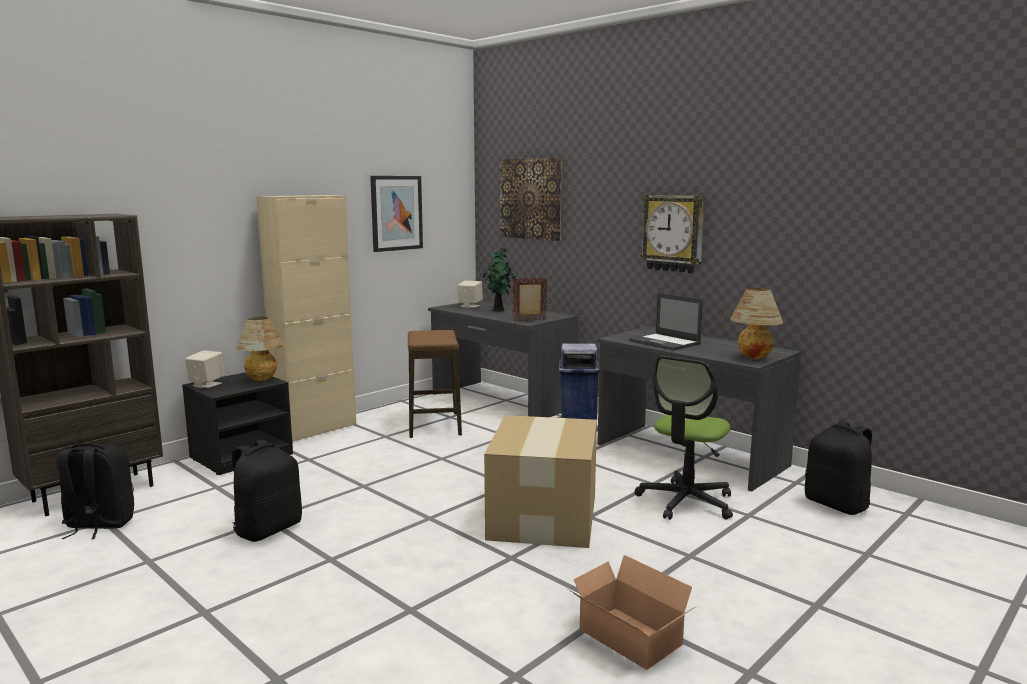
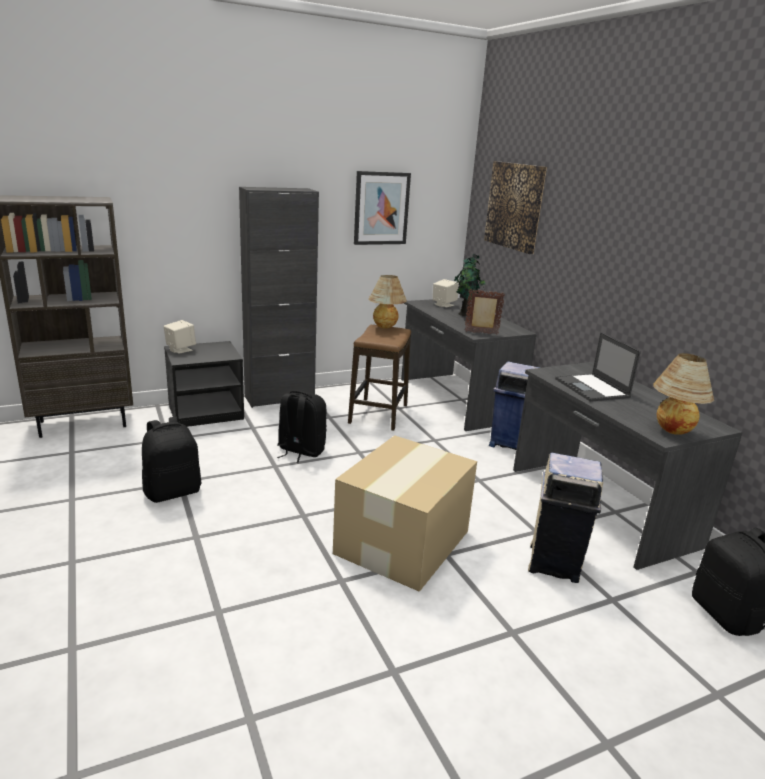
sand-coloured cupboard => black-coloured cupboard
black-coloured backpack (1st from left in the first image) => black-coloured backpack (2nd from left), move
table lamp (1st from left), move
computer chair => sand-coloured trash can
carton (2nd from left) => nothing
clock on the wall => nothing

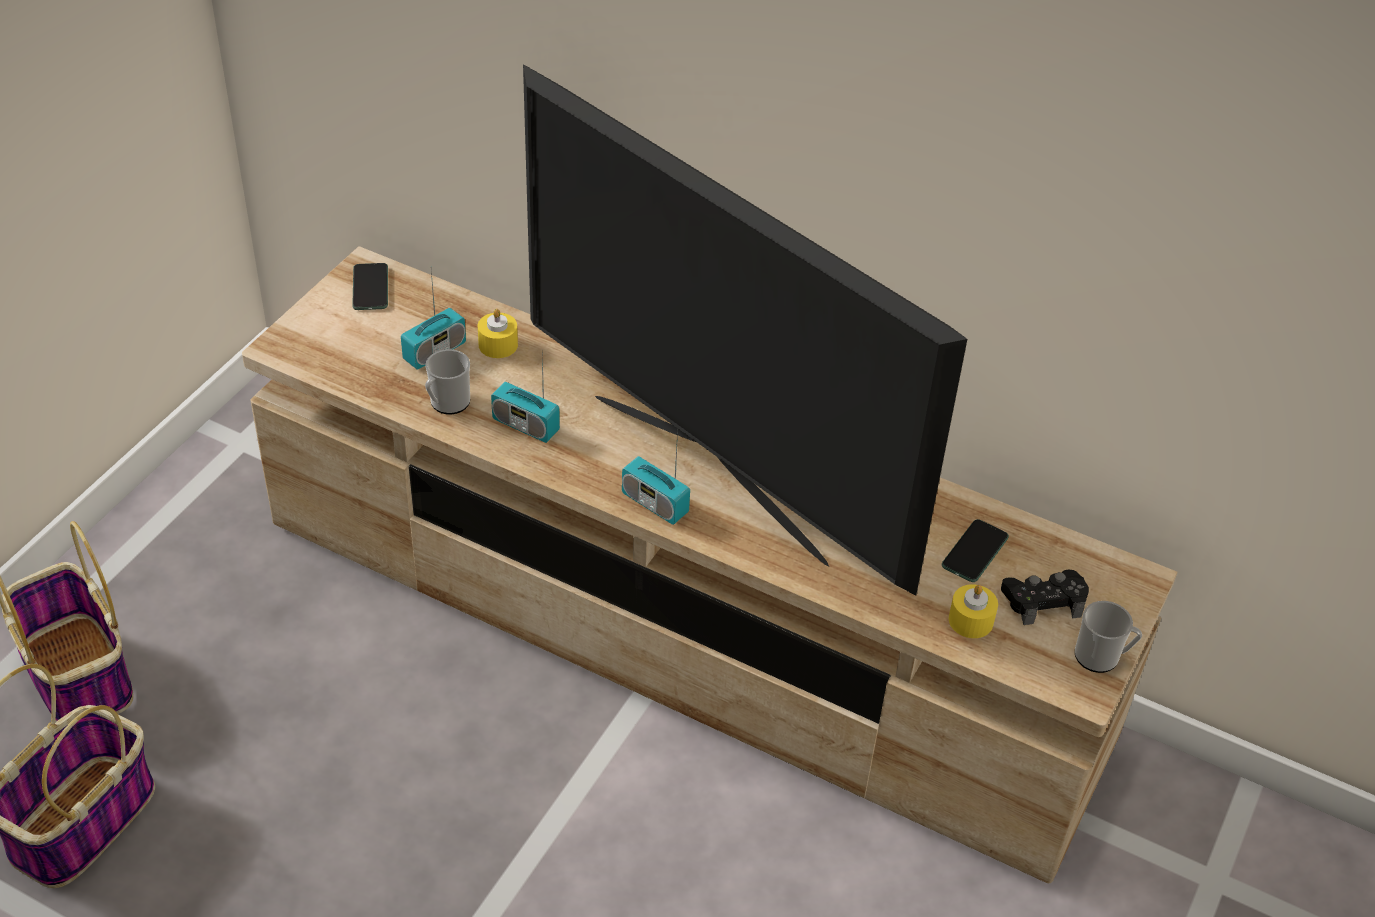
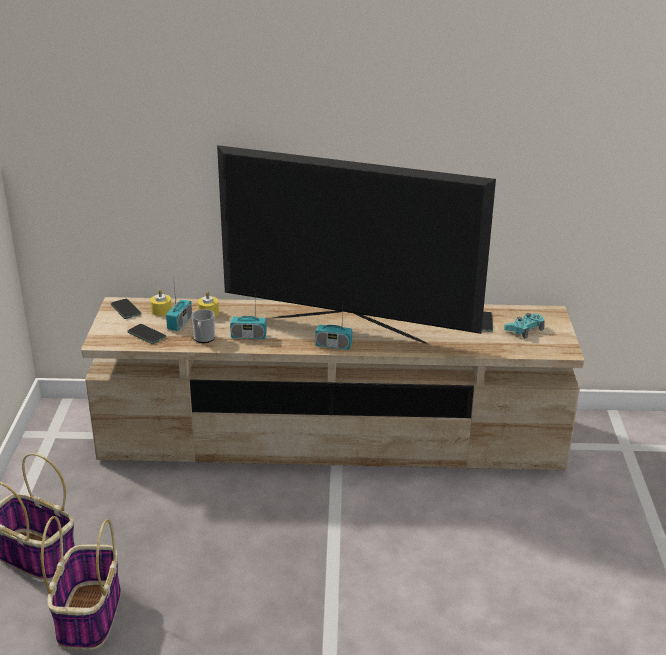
nothing => handset (2nd from left)
yellowish wax light (2nd from left in the first image) => yellowish wax light (1st from left), move
black-coloured joypad => blue-green joypad
coffee mug (2nd from left) => nothing

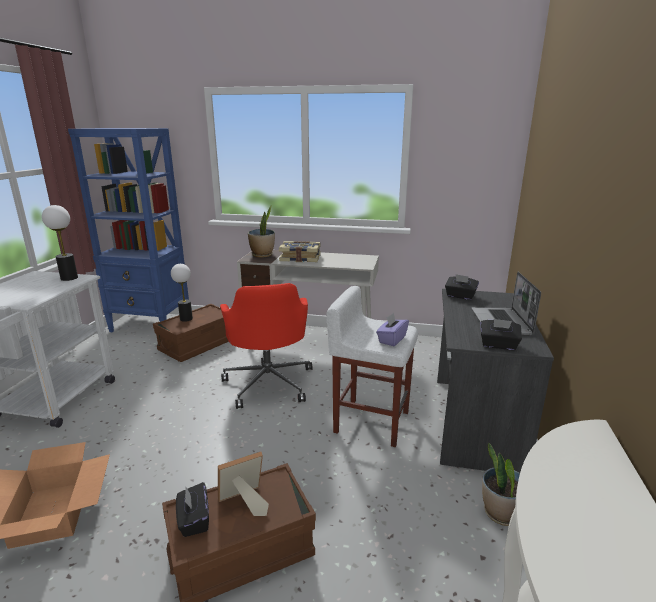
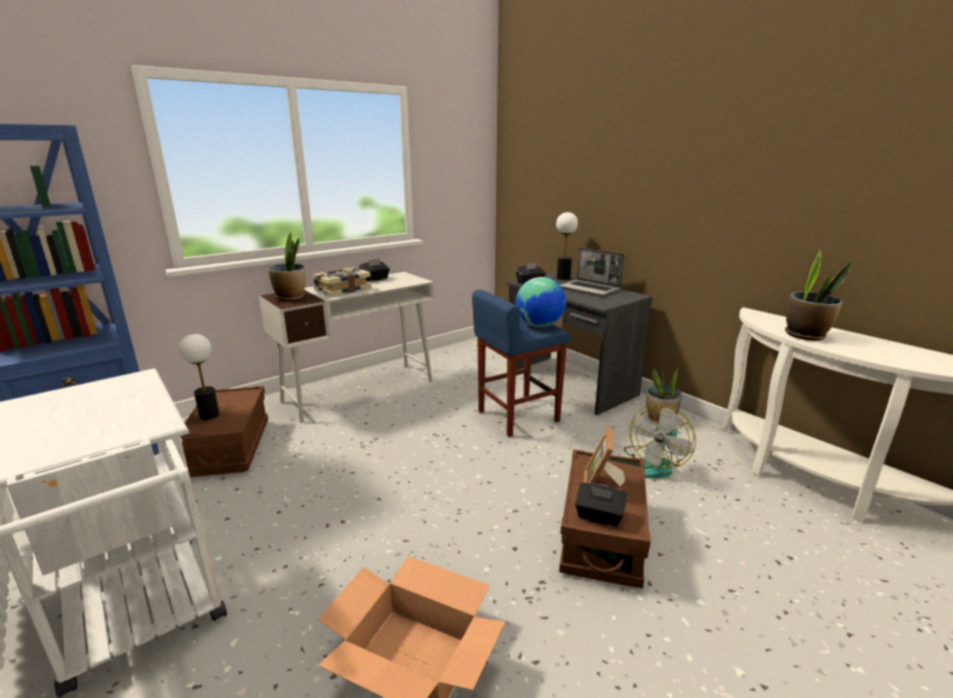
black-coloured tissue box (3rd from left in the first image) => black-coloured tissue box (1st from left), move
white stool seat => blue-coloured stool seat
purple tissue box => desk globe
table lamp (1st from left in the first image) => table lamp (2nd from left), move
nothing => fan
nothing => potted plant (3rd from left)
red-coloured computer chair => nothing

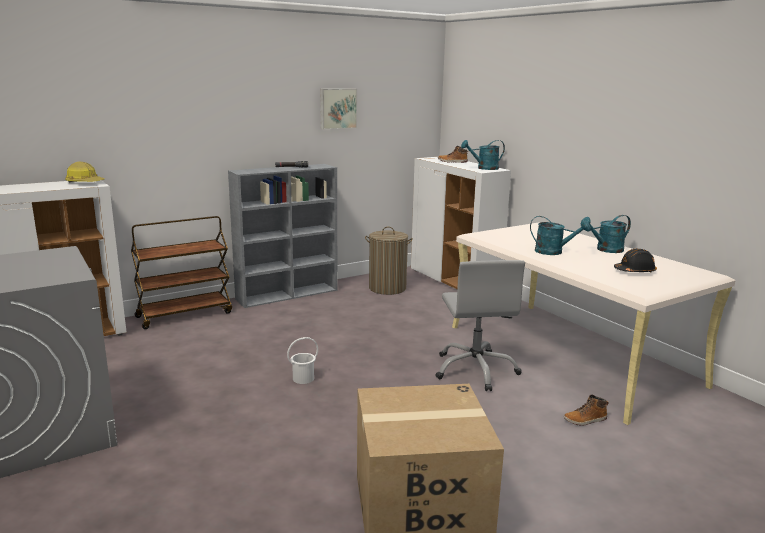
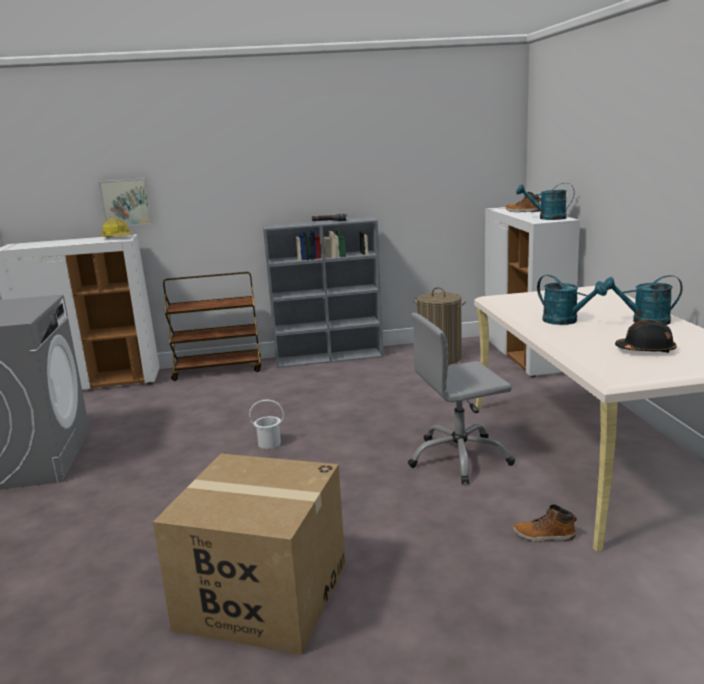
wall art, move
grey computer chair, 60 degrees clockwise

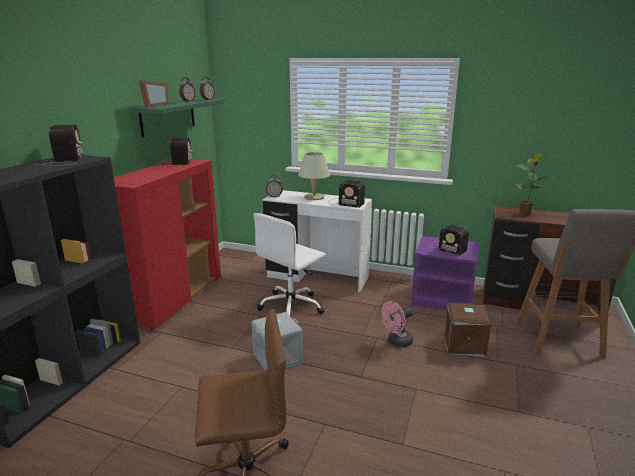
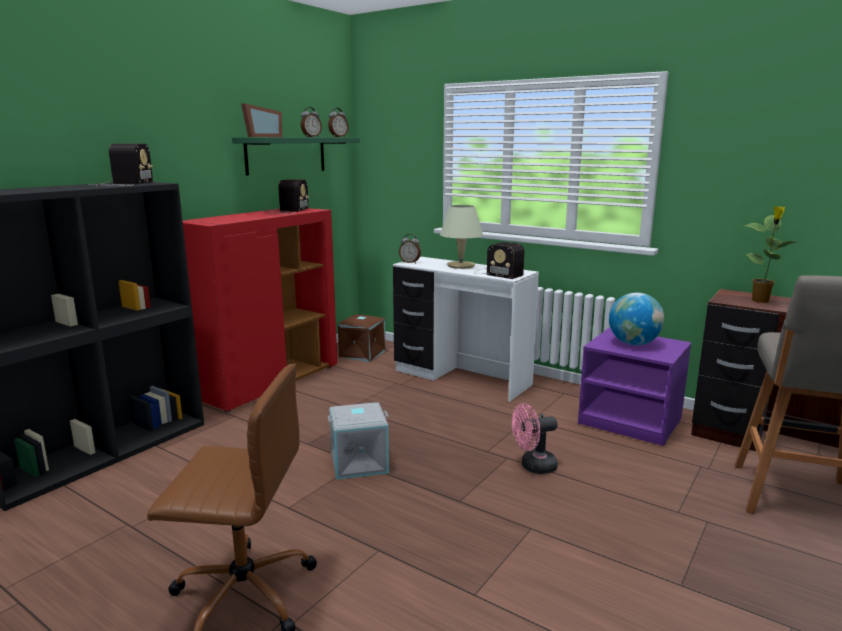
brownish storage box, move
radio set (4th from left) => desk globe
white computer chair => nothing

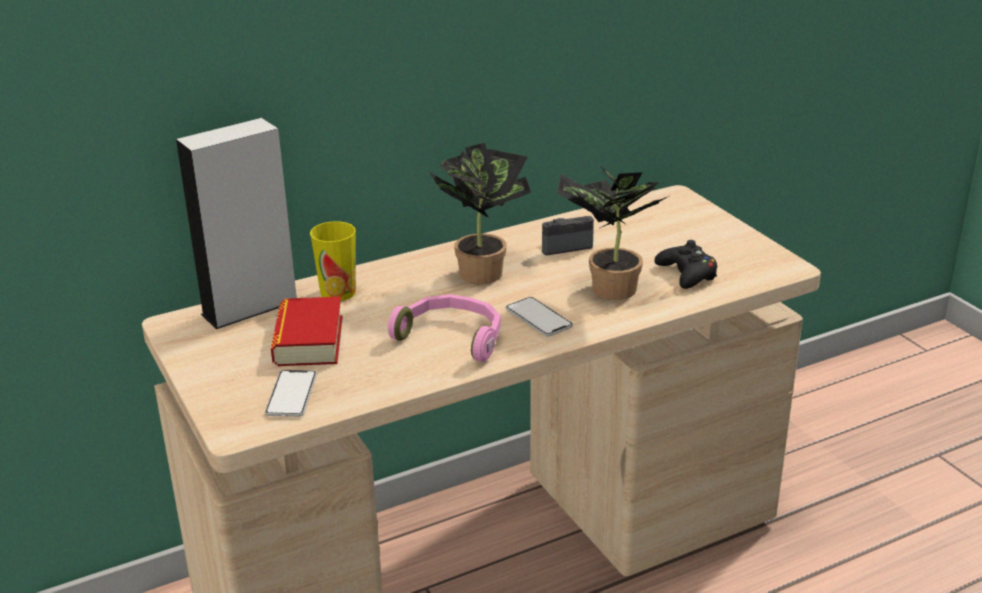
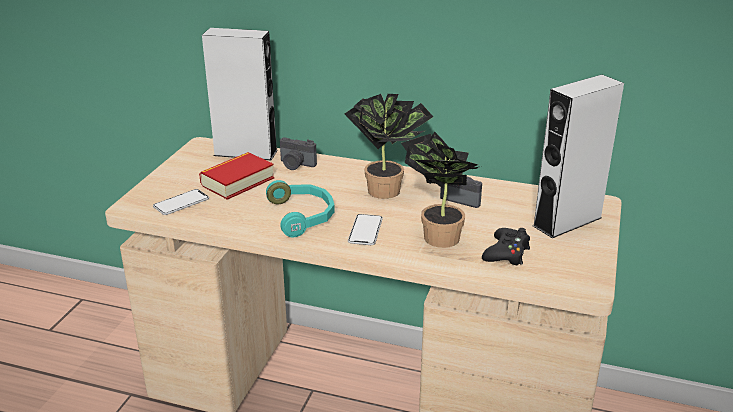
pink-coloured pair of headphones => blue-green pair of headphones
drinking cup => photo camera (1st from left)
nothing => grey audio speaker (2nd from left)

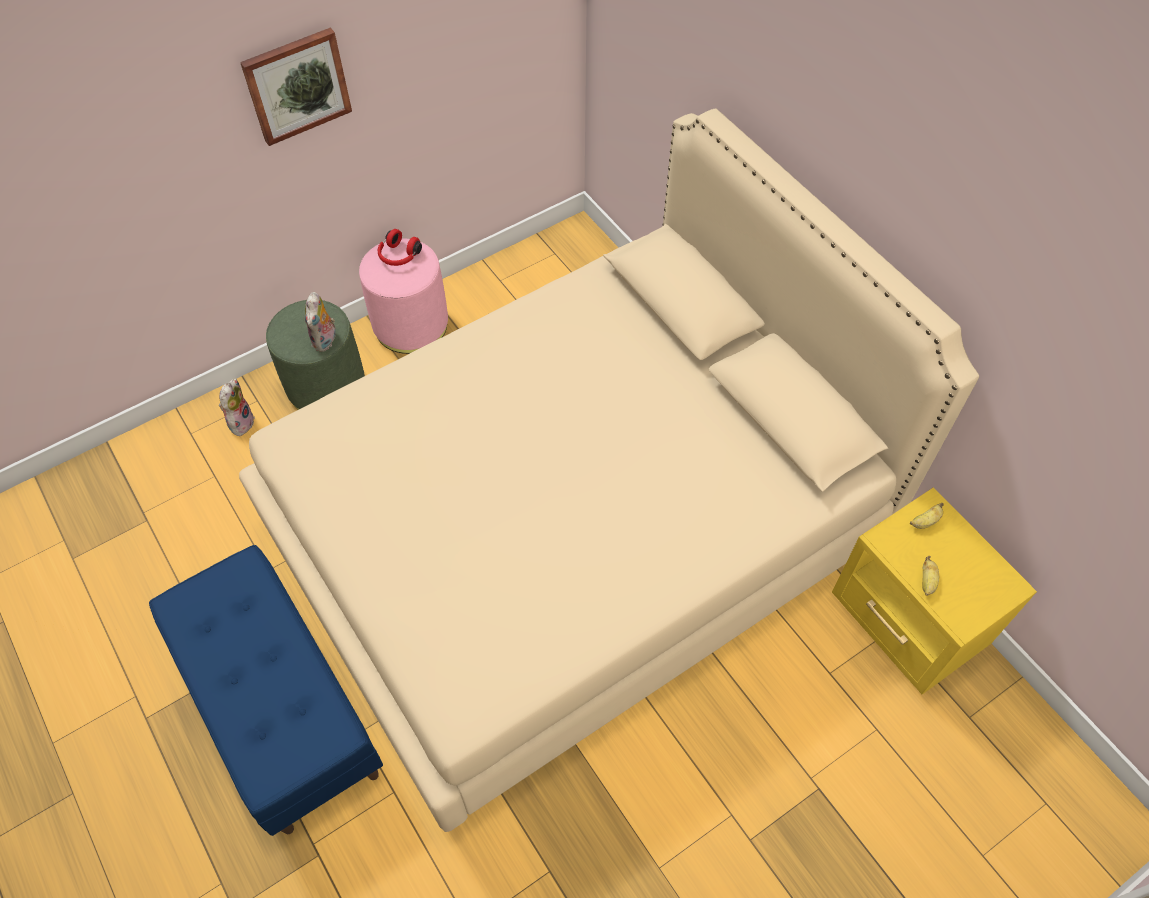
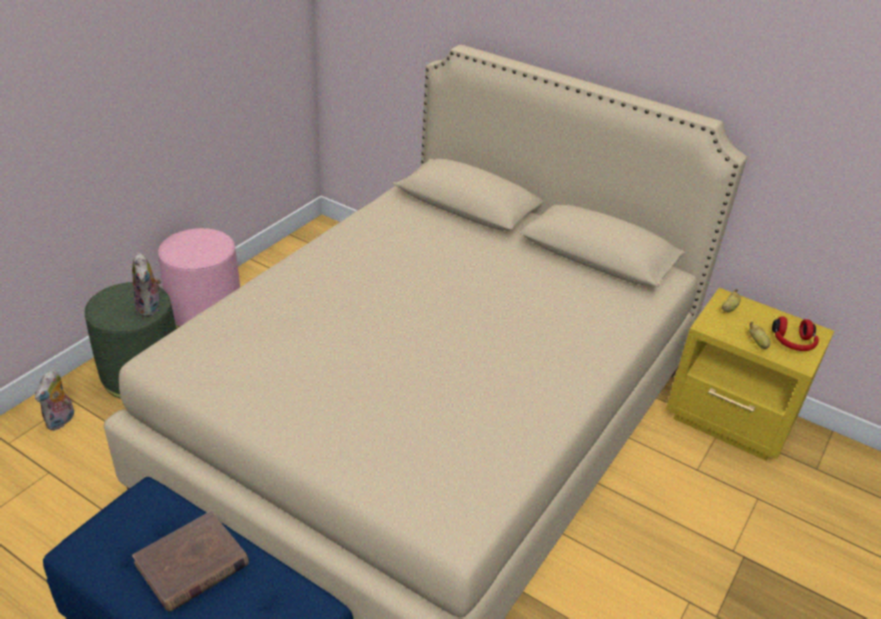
soft toy (1st from left), 150 degrees counterclockwise
nothing => brownish volume
red-coloured pair of headphones, move
wall art => nothing

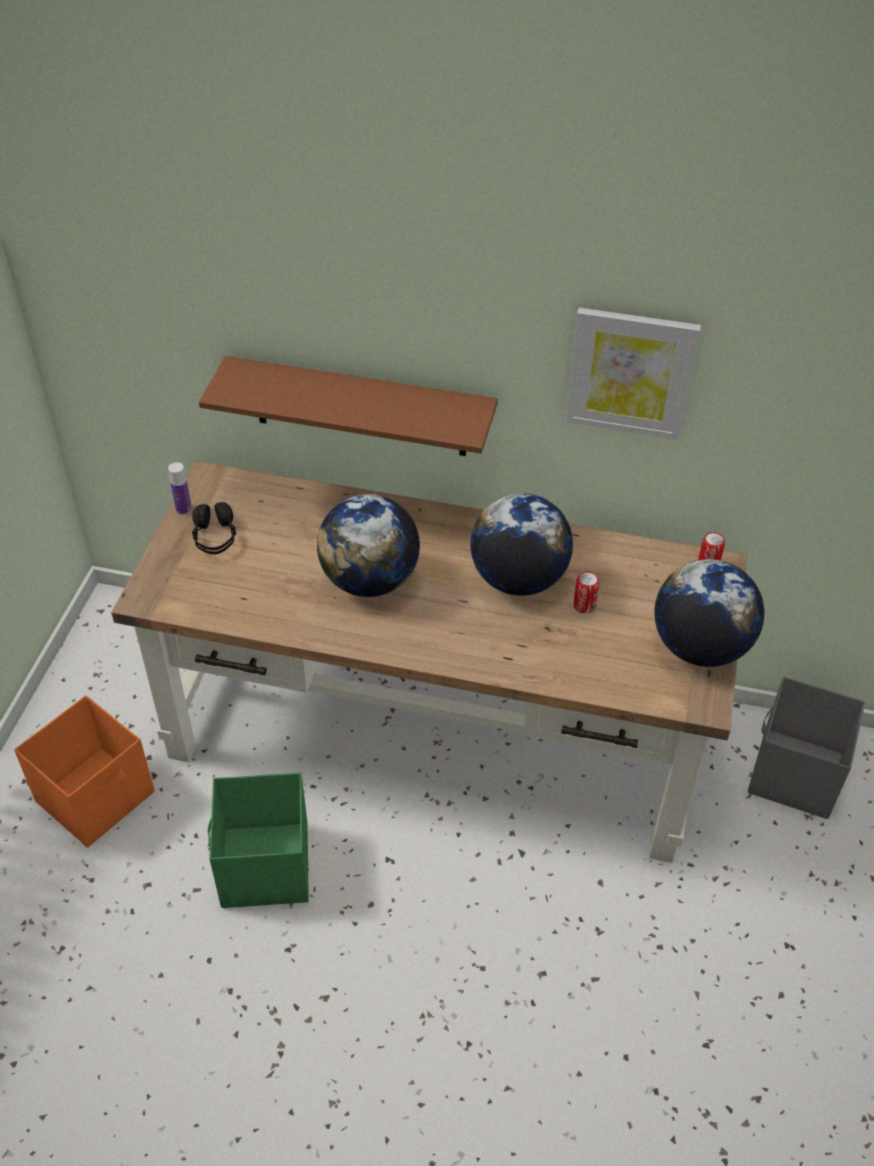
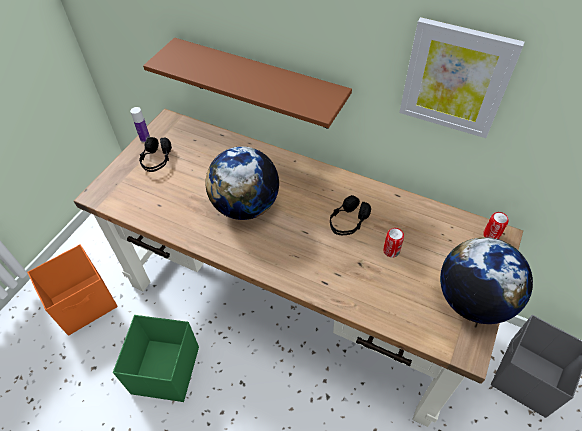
desk globe (2nd from left) => black-coloured pair of headphones (2nd from left)

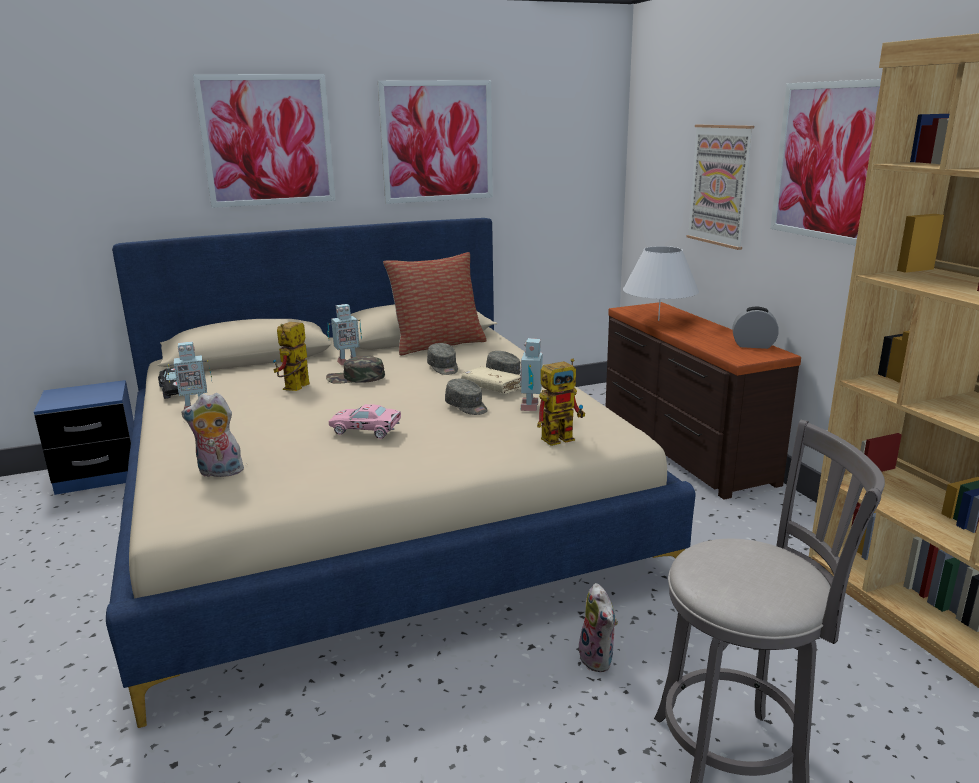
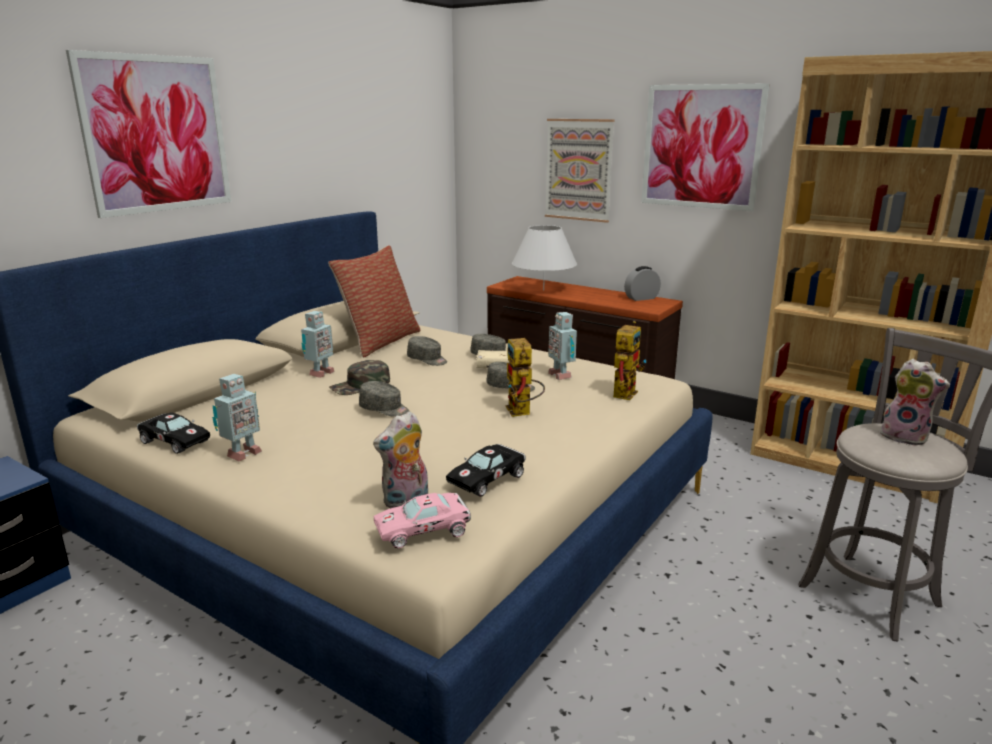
nothing => grey cap (1st from left)
pink-coloured model car, move
nothing => black-coloured model car (2nd from left)
toy robot (2nd from left in the first image) => toy robot (3rd from left), move
soft toy (2nd from left), move
wall art (2nd from left) => nothing

